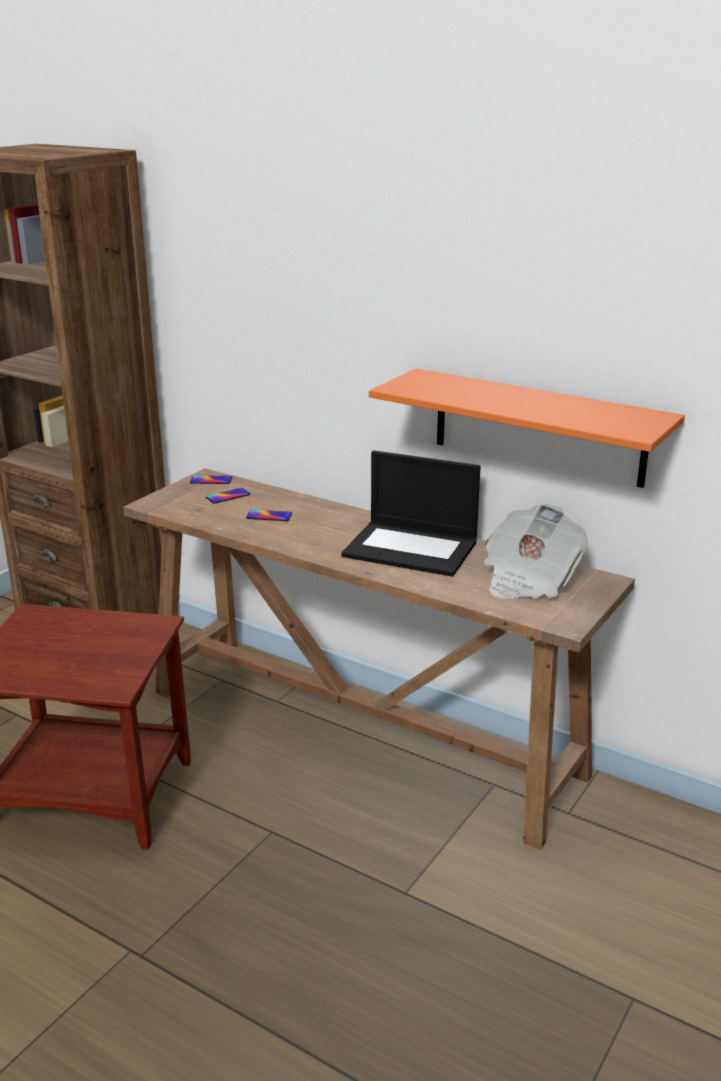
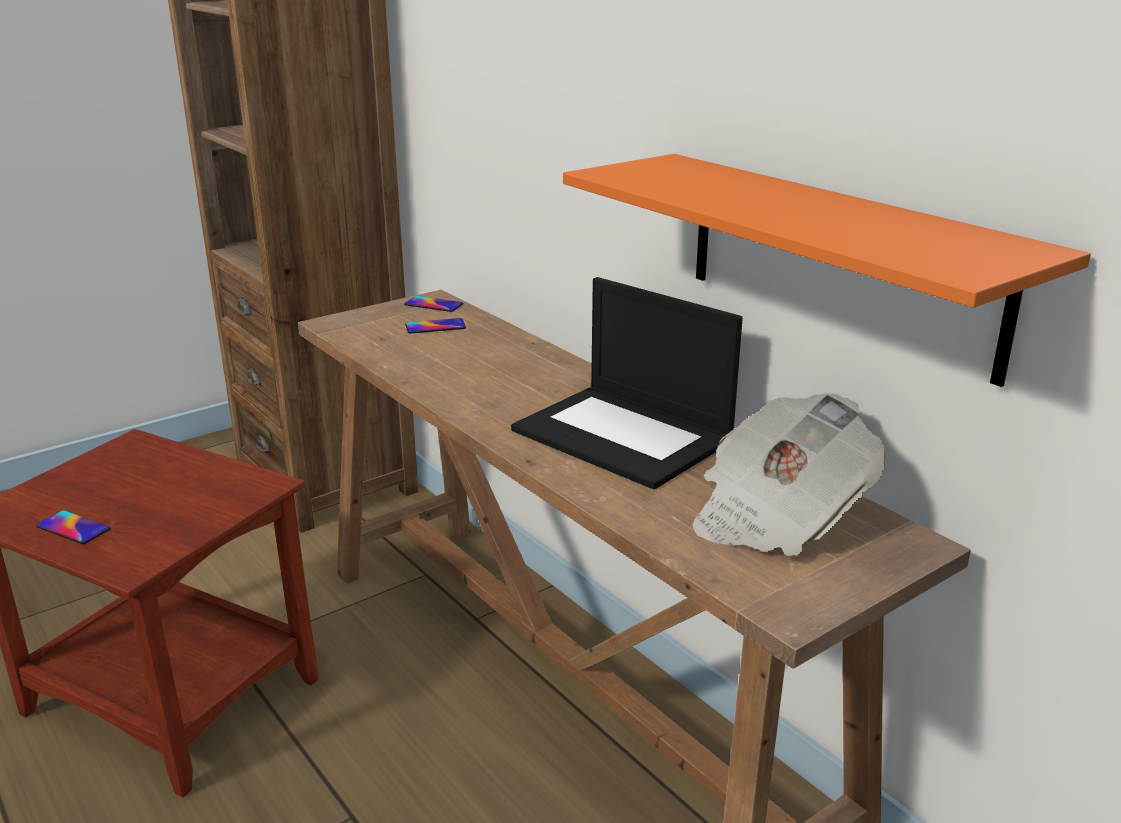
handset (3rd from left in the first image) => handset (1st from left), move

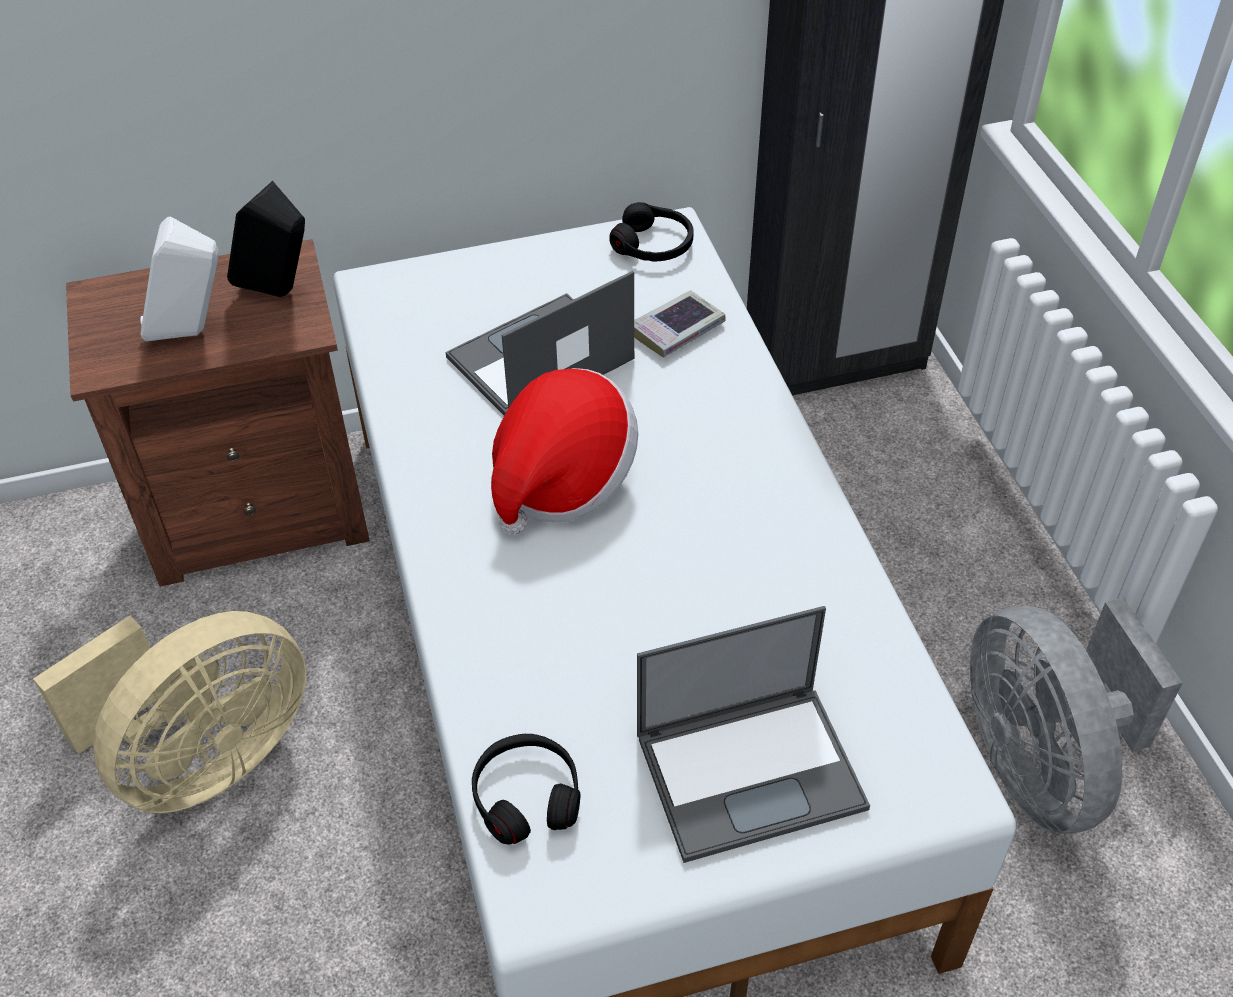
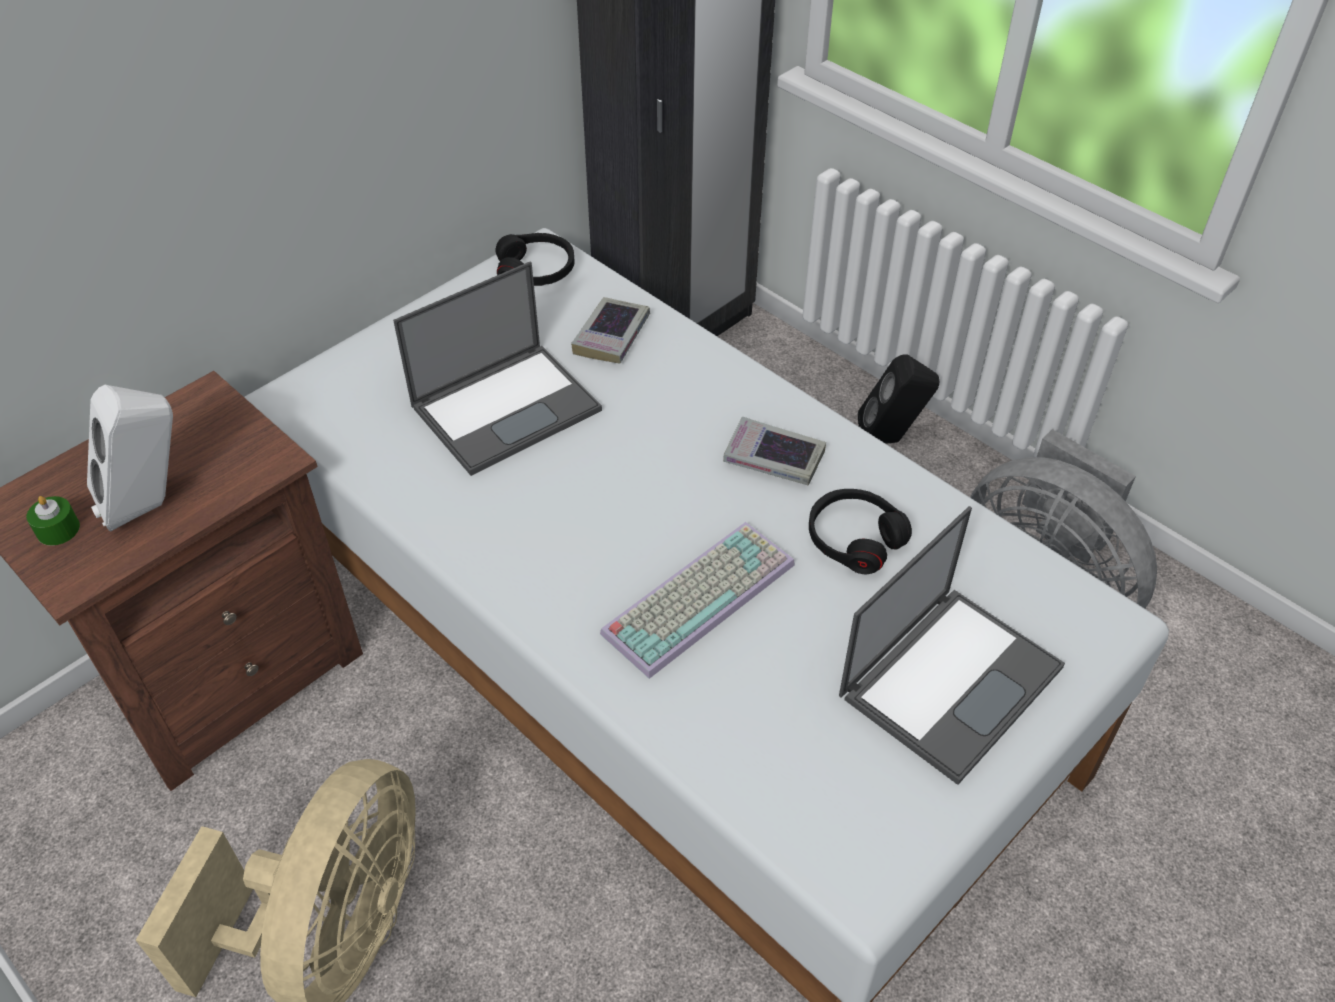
nothing => green wax light
notebook computer (1st from left), 150 degrees counterclockwise
nothing => PC keyboard
nothing => volume (2nd from left)
black-coloured pair of headphones (1st from left in the first image) => black-coloured pair of headphones (2nd from left), move
black-coloured audio speaker, move
clothing hat => nothing

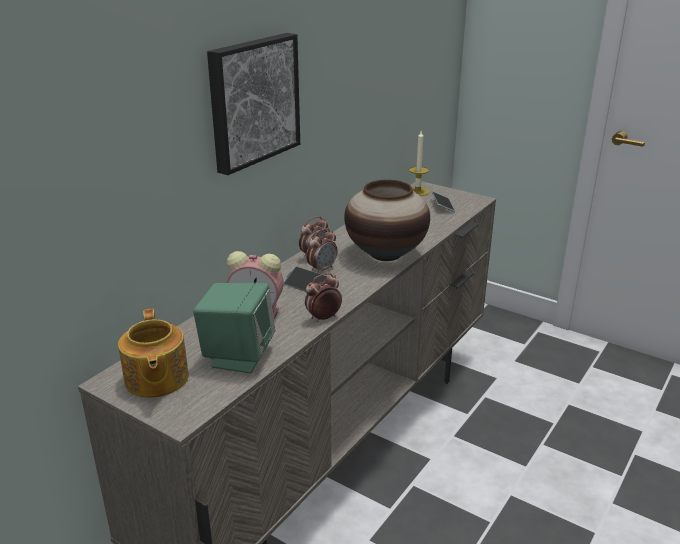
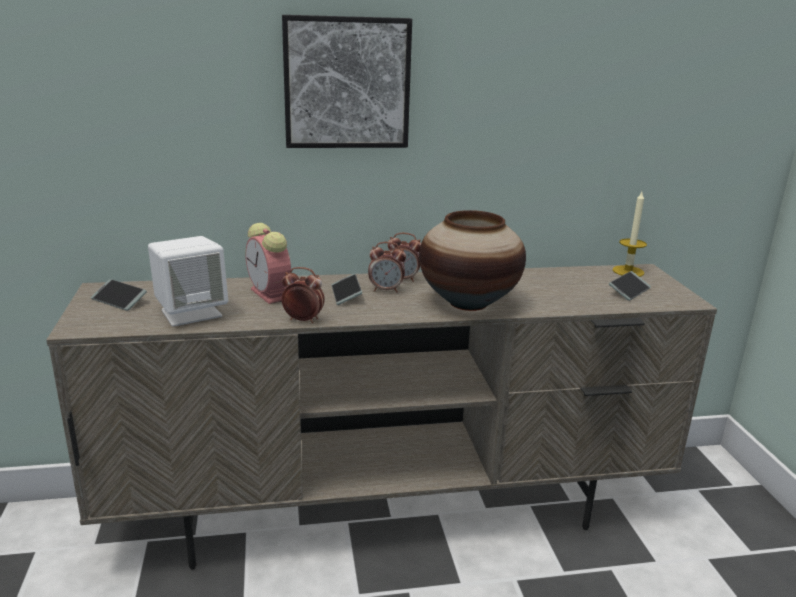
teapot => handset (1st from left)
green audio speaker => white audio speaker

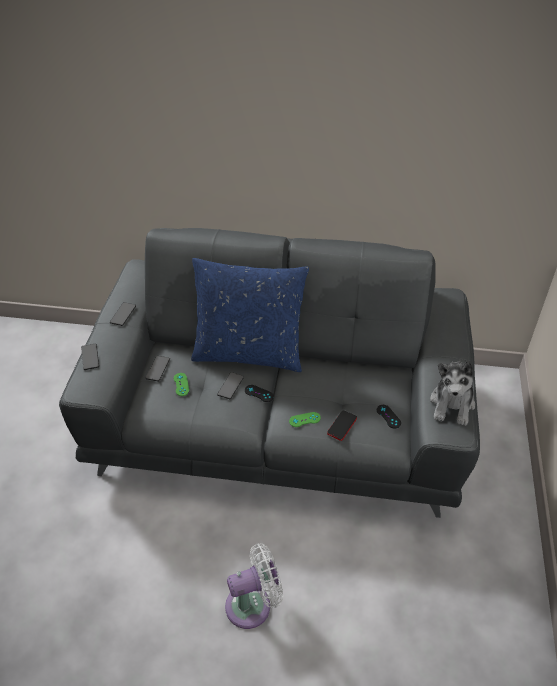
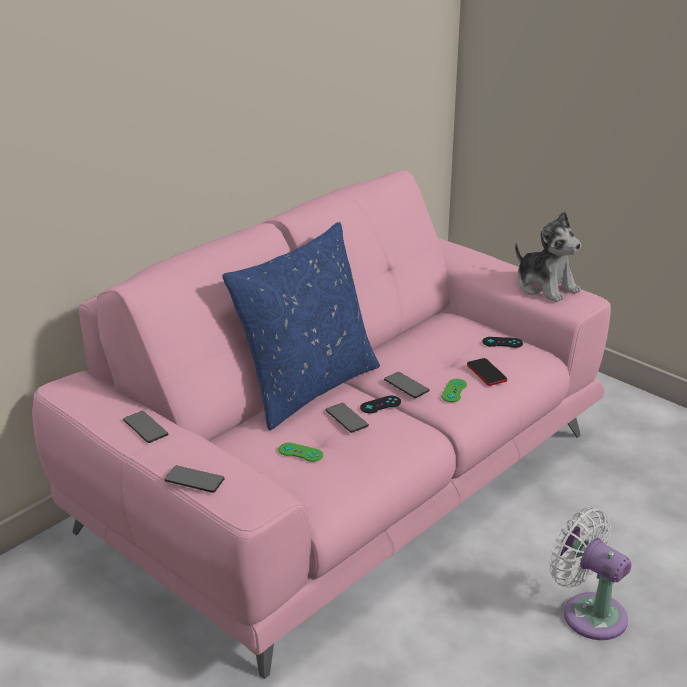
grey couch => pink-coloured couch
handset (3rd from left in the first image) => handset (4th from left), move
white fan, 60 degrees counterclockwise

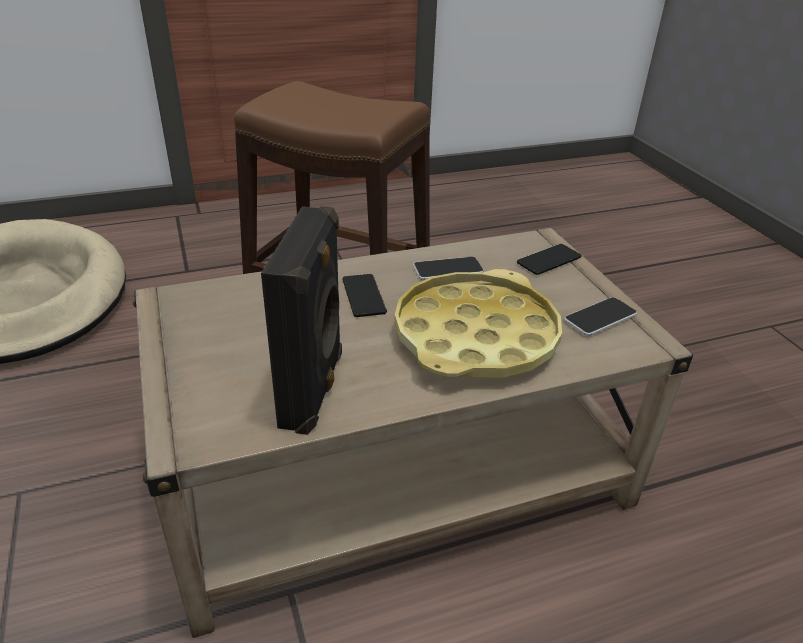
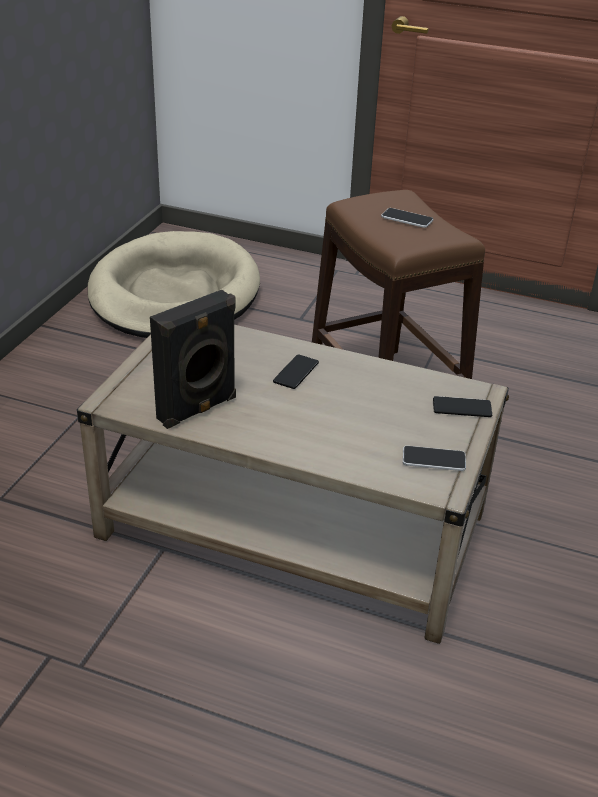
handset (2nd from left), move
yellowish tray => nothing

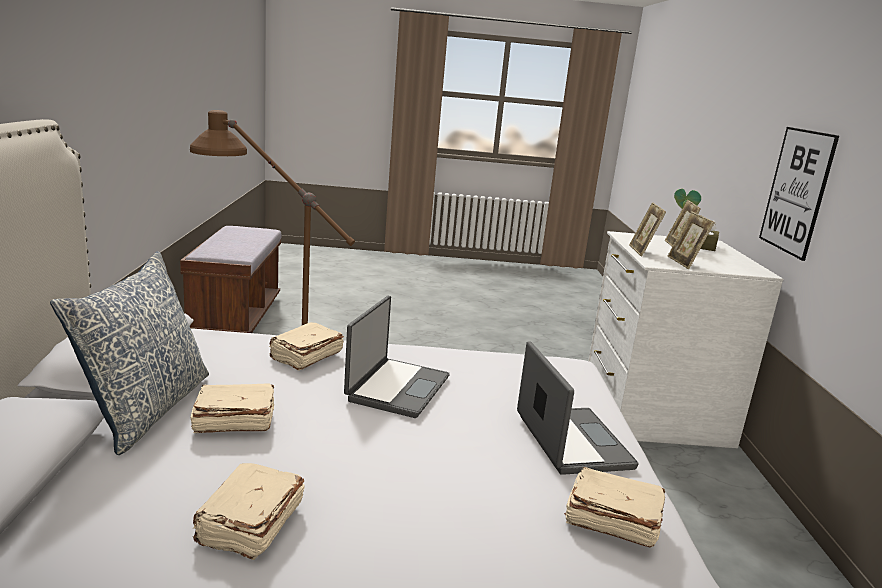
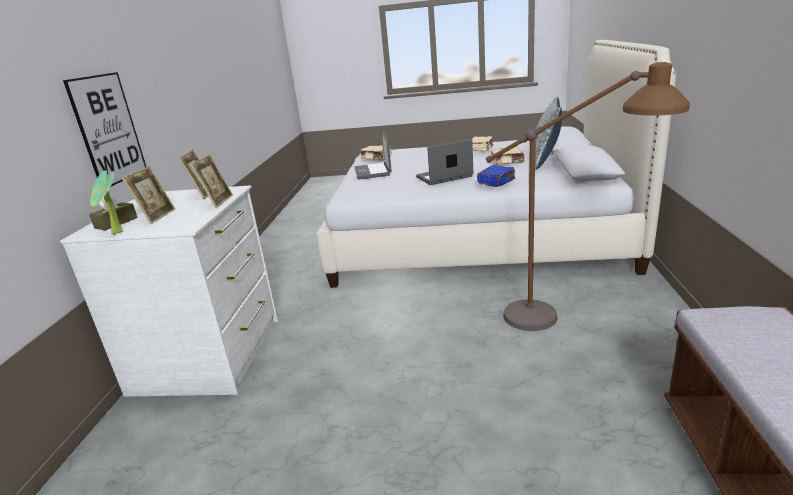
notebook computer (1st from left in the first image) => notebook computer (2nd from left), 45 degrees clockwise
sand-coloured volume (3rd from left) => blue-coloured volume

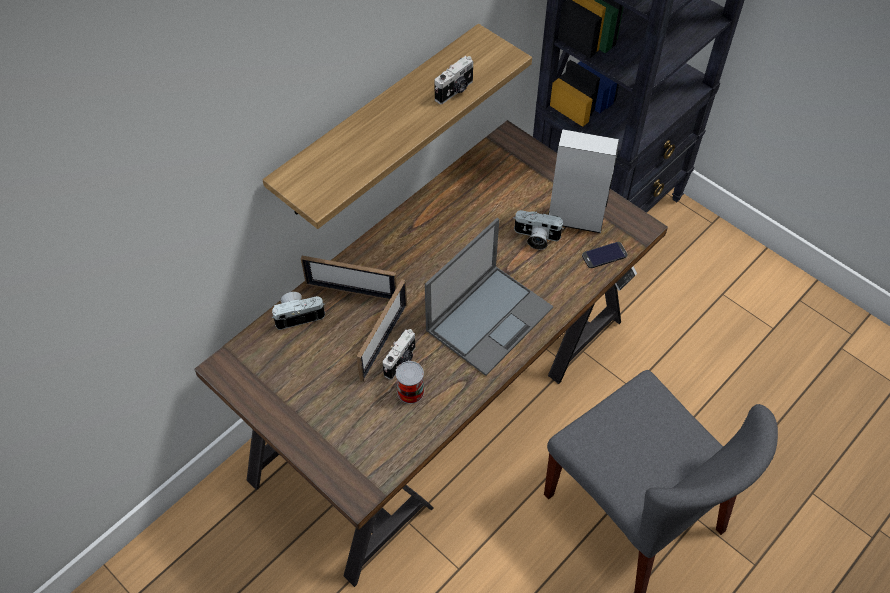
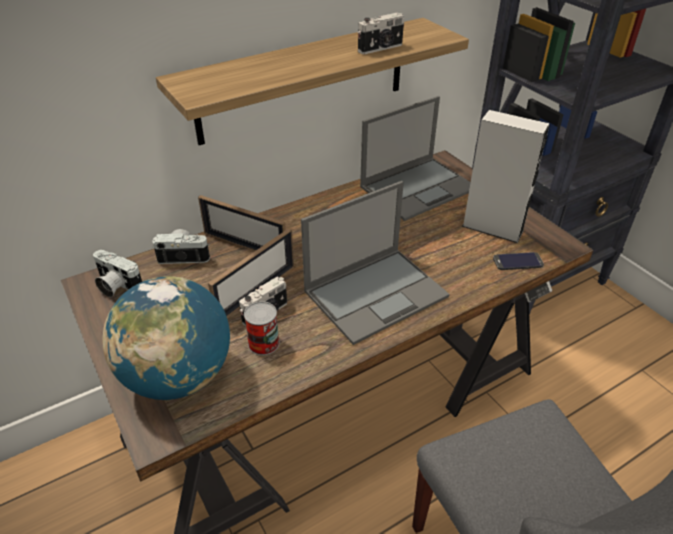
photo camera (4th from left in the first image) => photo camera (1st from left), move
nothing => desk globe
nothing => notebook computer (2nd from left)

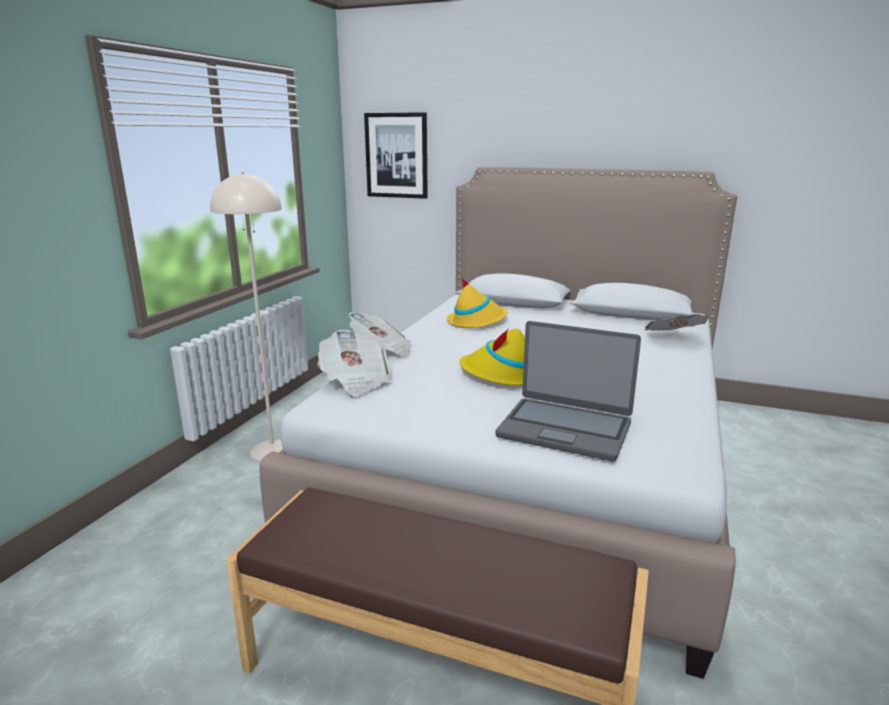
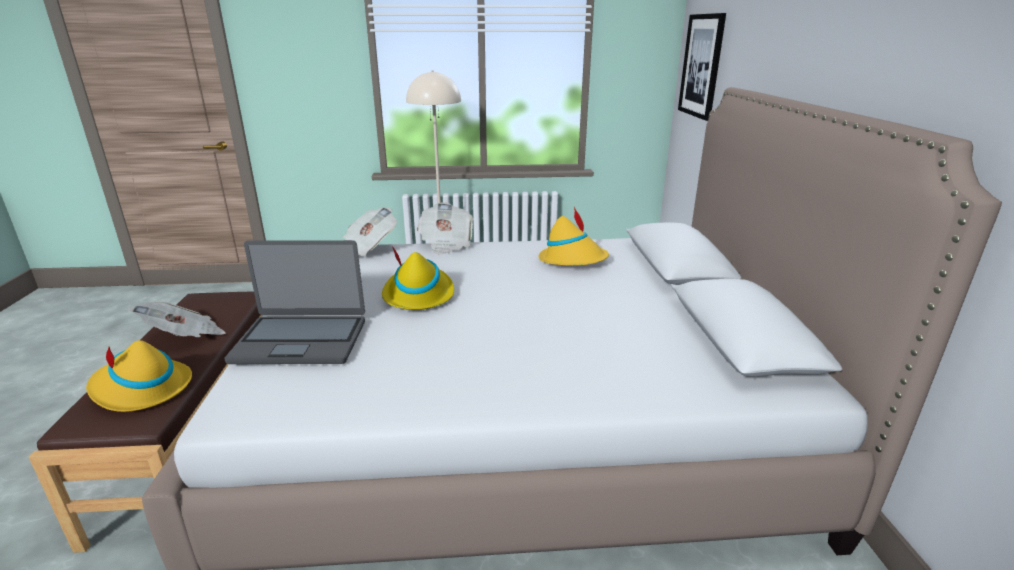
nothing => yellowish clothing hat (1st from left)
newspaper (3rd from left in the first image) => newspaper (1st from left), move
notebook computer, 90 degrees counterclockwise

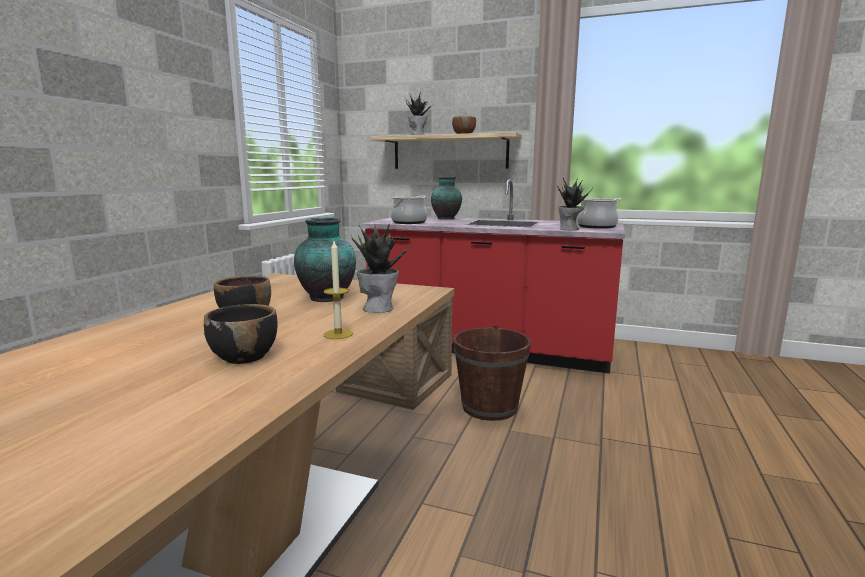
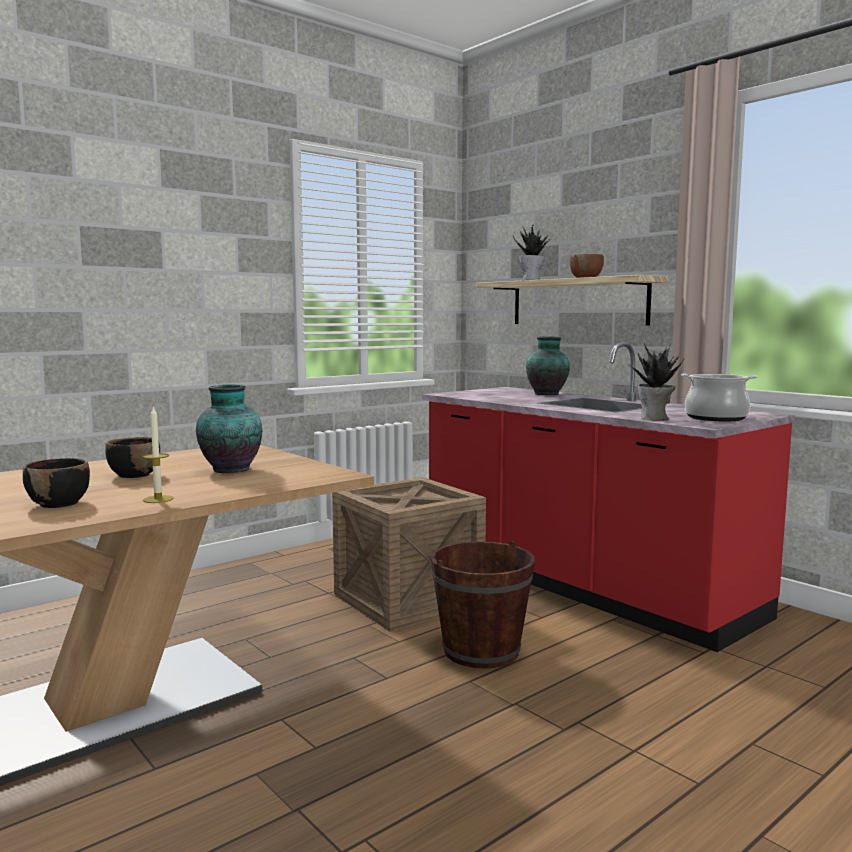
potted plant (1st from left) => nothing
cooking pot (1st from left) => nothing

